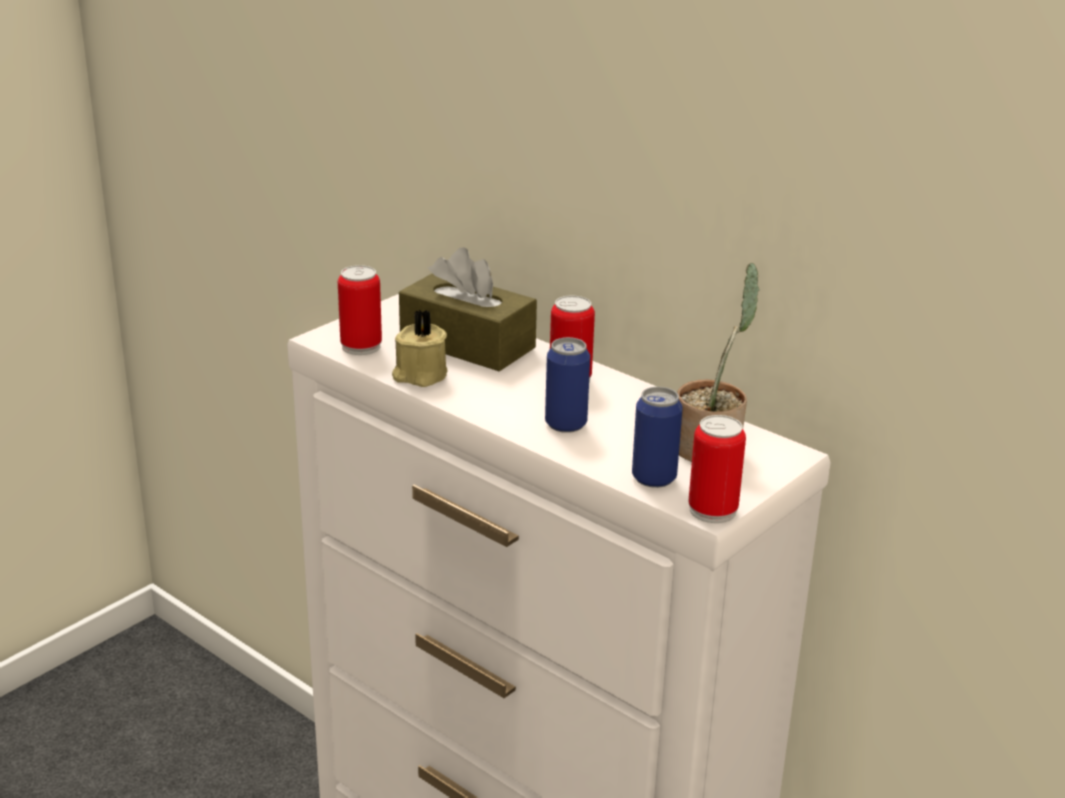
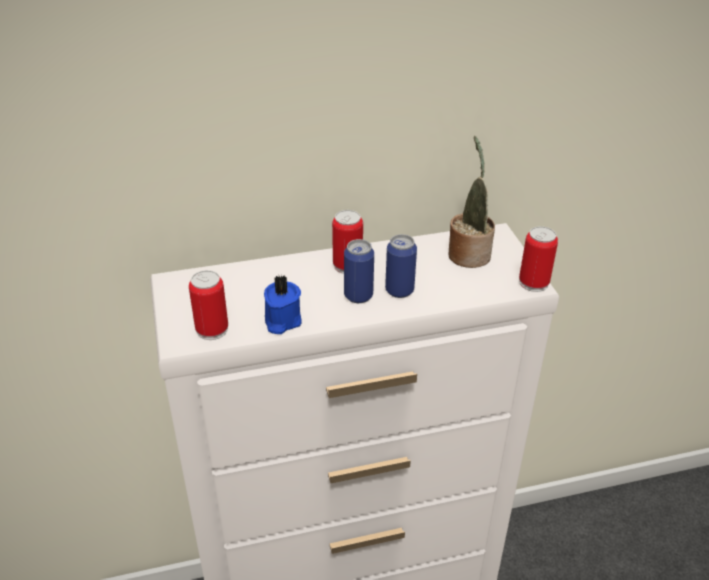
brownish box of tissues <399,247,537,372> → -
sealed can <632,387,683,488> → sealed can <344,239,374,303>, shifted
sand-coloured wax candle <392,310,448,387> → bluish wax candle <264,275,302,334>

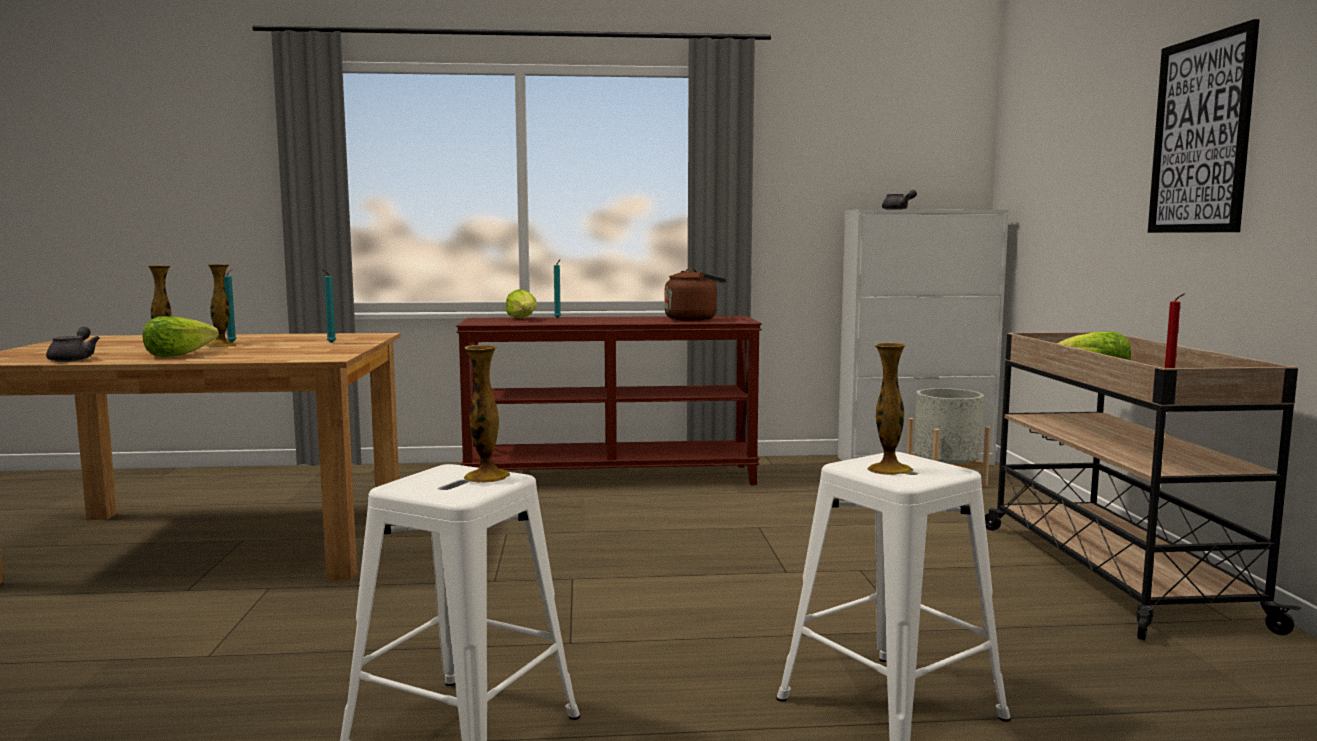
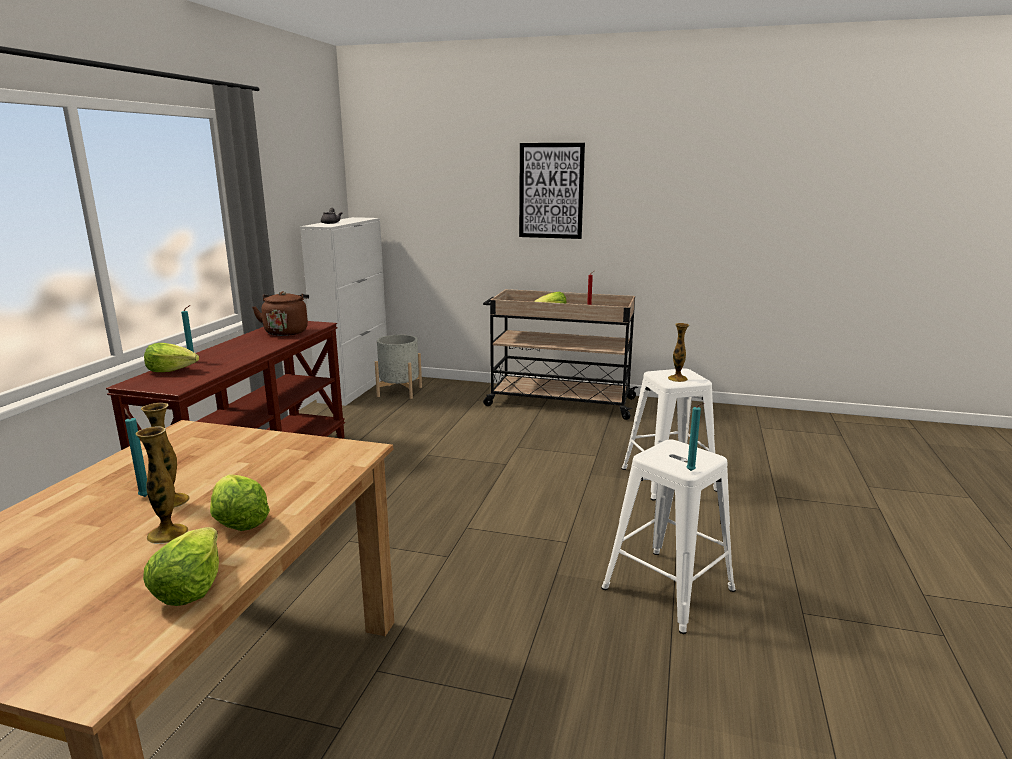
vase <464,345,510,483> → -
turquoise wax candle <322,269,336,343> → turquoise wax candle <686,403,705,471>, shifted
gray teapot <46,327,100,362> → head of lettuce <143,527,219,606>

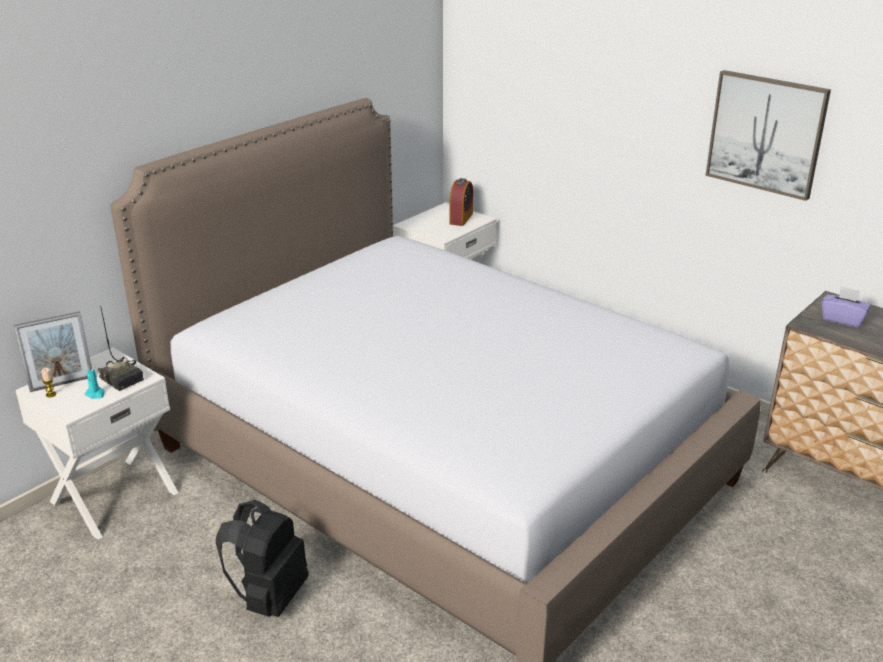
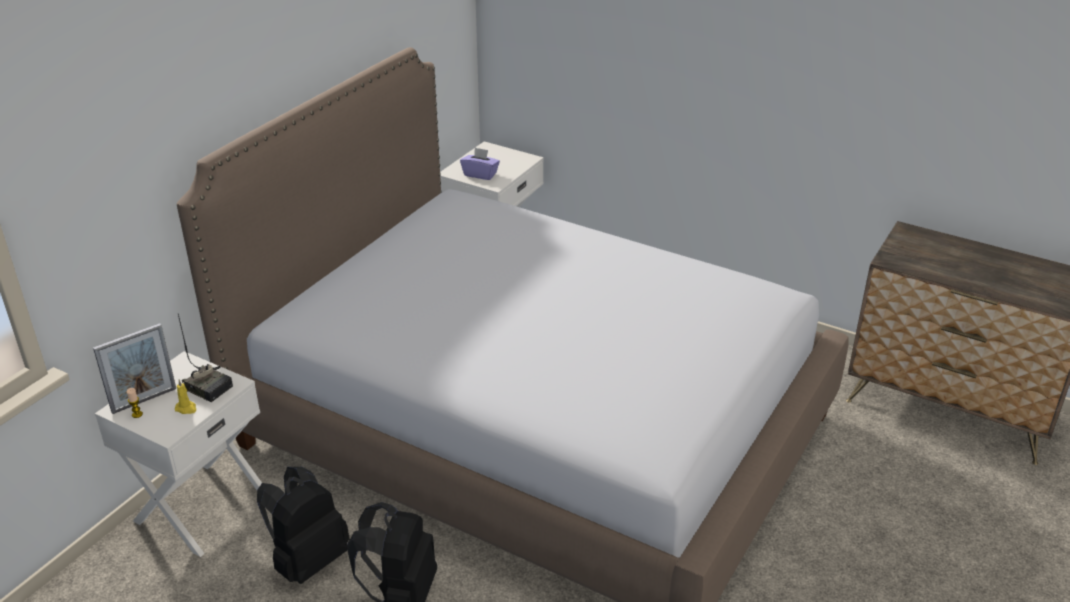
table clock <449,178,473,226> → -
picture <706,70,831,201> → -
- → black knapsack <257,467,350,584>
purple-coloured box of tissues <822,286,871,328> → purple-coloured box of tissues <460,148,500,180>, shifted
turquoise wax candle <85,365,105,399> → yellow wax candle <175,380,196,414>

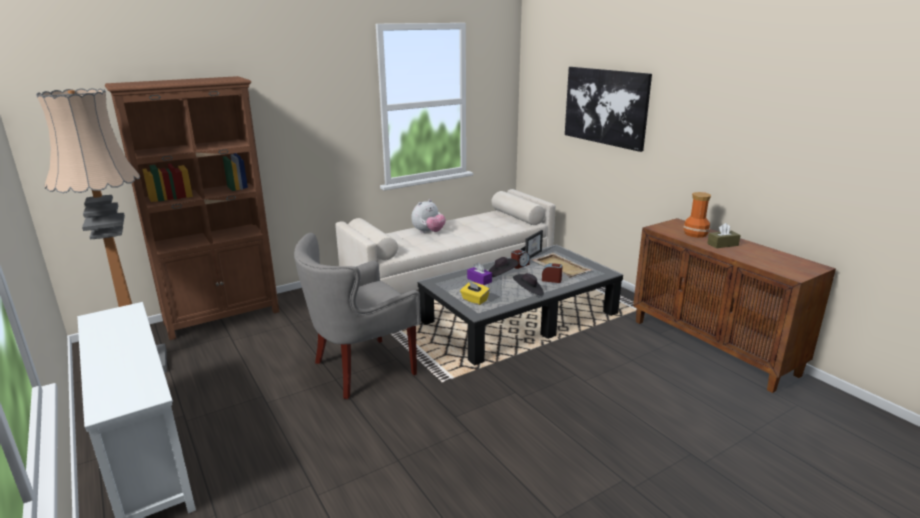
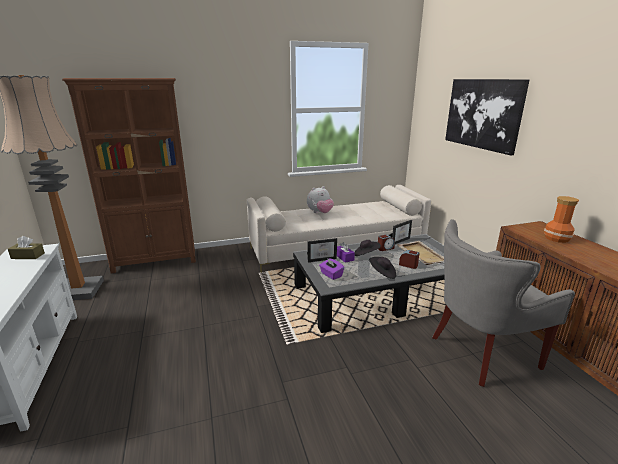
- → picture frame <307,238,337,262>
gray armchair <294,233,421,399> → gray armchair <432,219,575,387>, shifted
brownish box of tissues <707,223,741,248> → brownish box of tissues <8,236,45,259>, shifted
yellow box of tissues <460,282,490,305> → purple-coloured box of tissues <319,258,344,280>

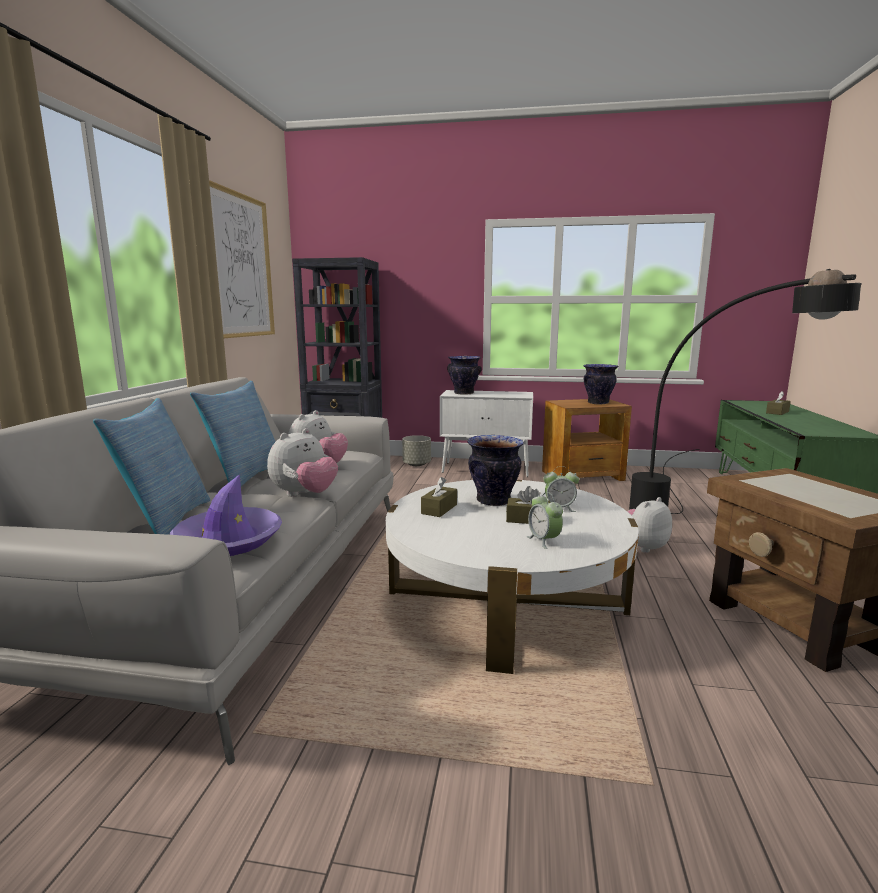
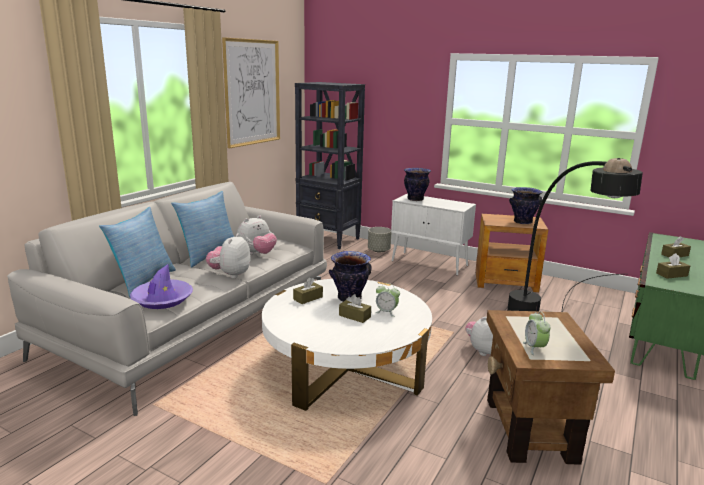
- → brownish box of tissues <656,253,690,279>
table clock <527,492,563,549> → table clock <523,312,551,355>, shifted
plush toy <267,428,338,497> → plush toy <206,233,251,278>, 135 degrees clockwise

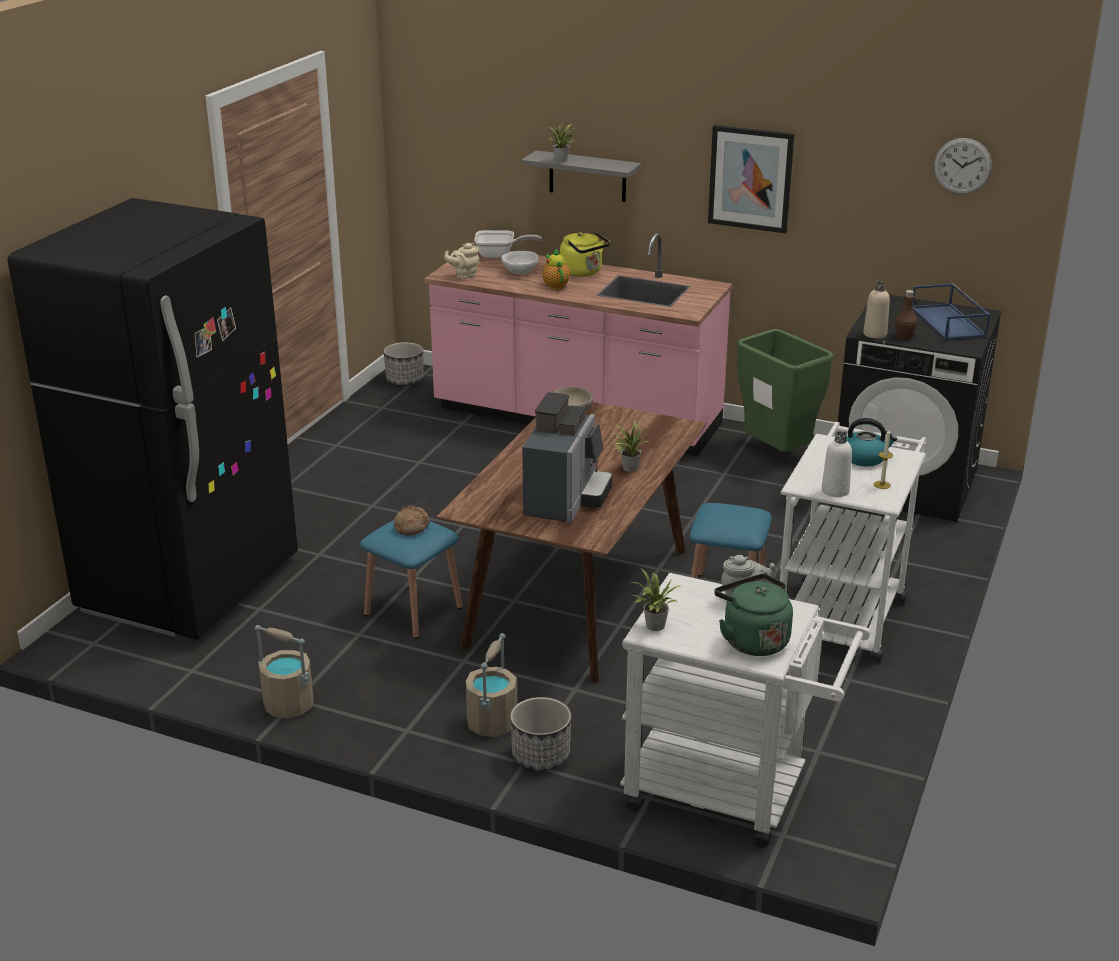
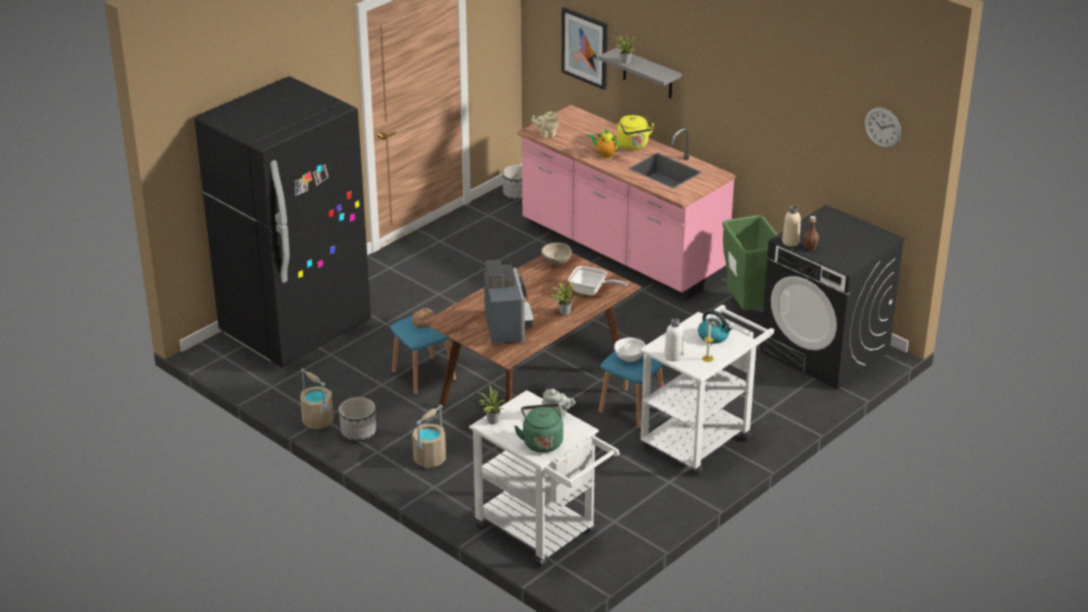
bluish carrying tray <912,283,990,340> → -
pan <474,230,542,258> → pan <568,266,627,296>, shifted
white-coloured serving bowl <501,251,538,275> → white-coloured serving bowl <614,338,646,362>, shifted
planter <510,697,571,771> → planter <339,397,376,441>, shifted
picture <708,125,794,233> → picture <561,7,608,90>, shifted
coffee machine <522,392,612,523> → coffee machine <484,260,534,344>, 45 degrees counterclockwise
teapot <542,249,570,290> → teapot <587,128,620,158>, 60 degrees counterclockwise

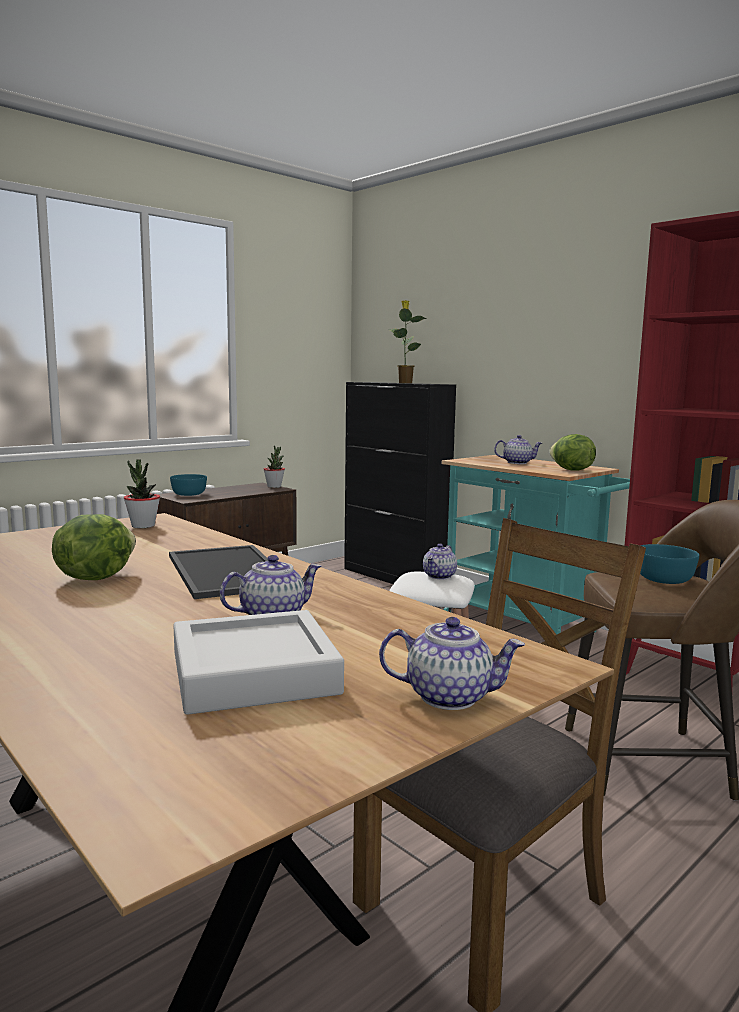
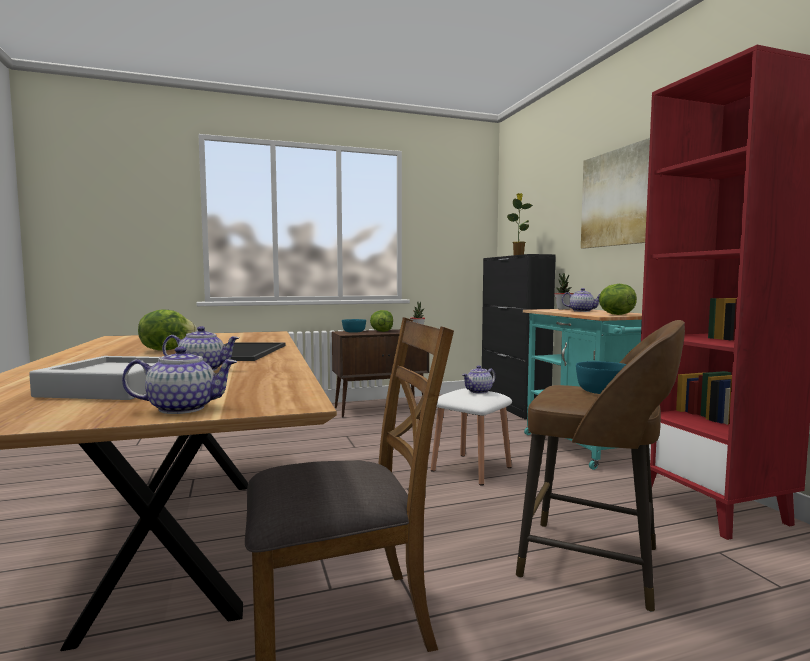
- → head of lettuce <370,310,393,332>
- → picture <581,138,650,248>
houseplant <124,459,160,528> → houseplant <554,273,574,310>, shifted
teapot <379,617,525,710> → teapot <122,346,237,414>, 45 degrees counterclockwise

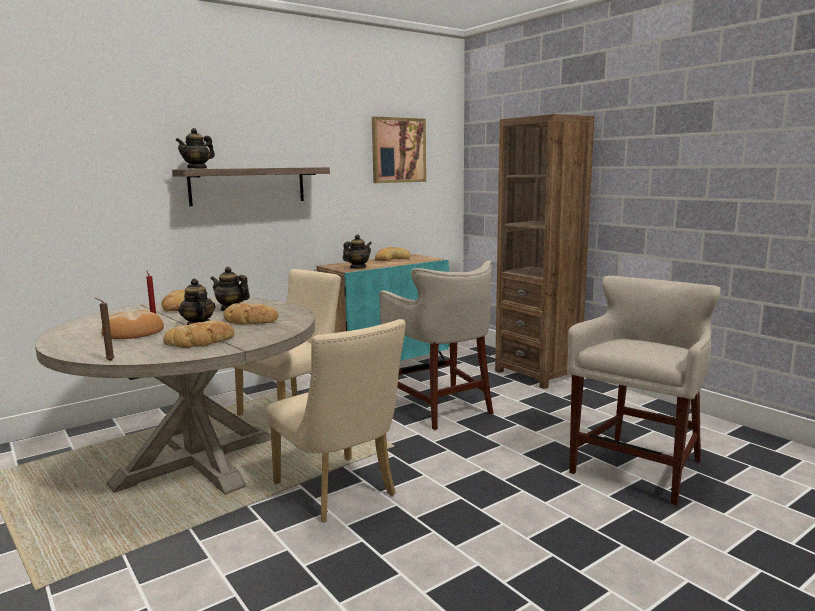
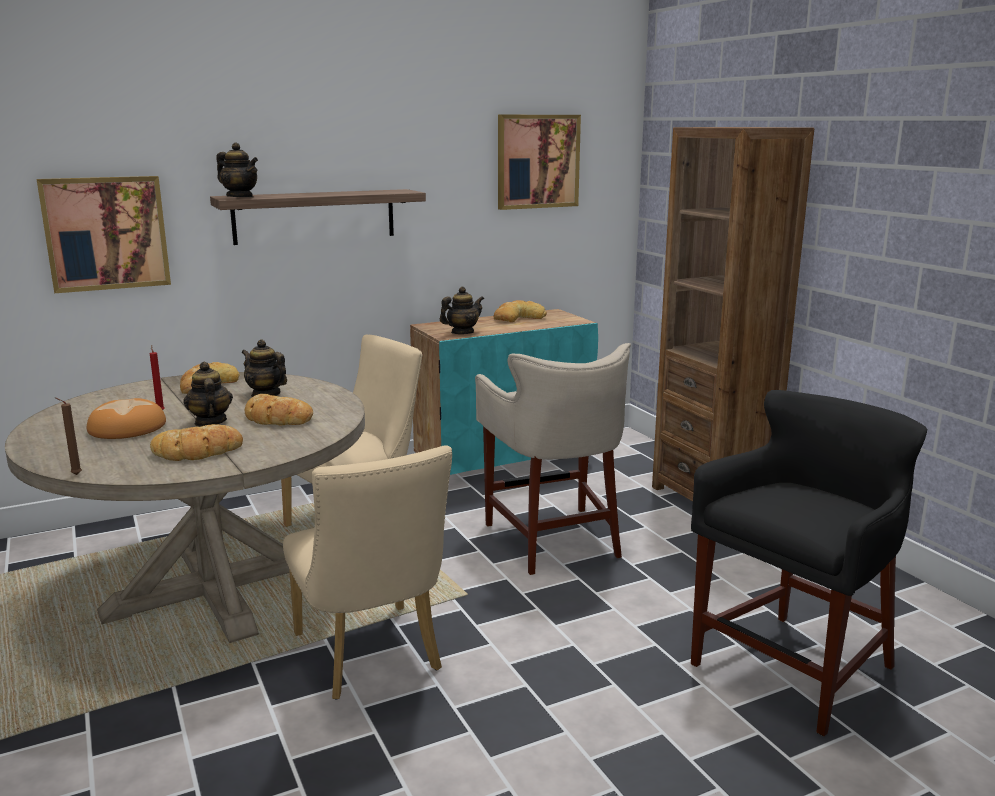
- → picture <37,176,171,293>
sand-coloured sitting stool <567,276,721,506> → black sitting stool <691,390,927,737>
teapot <176,128,215,169> → teapot <216,143,258,197>, 105 degrees counterclockwise

